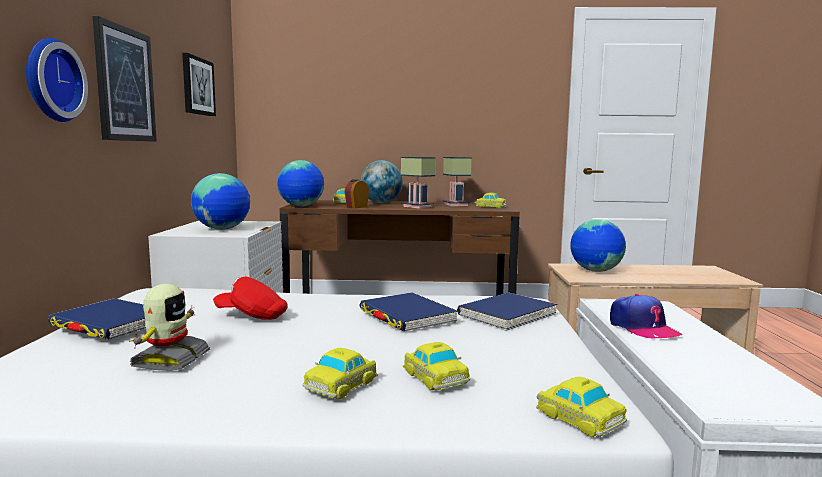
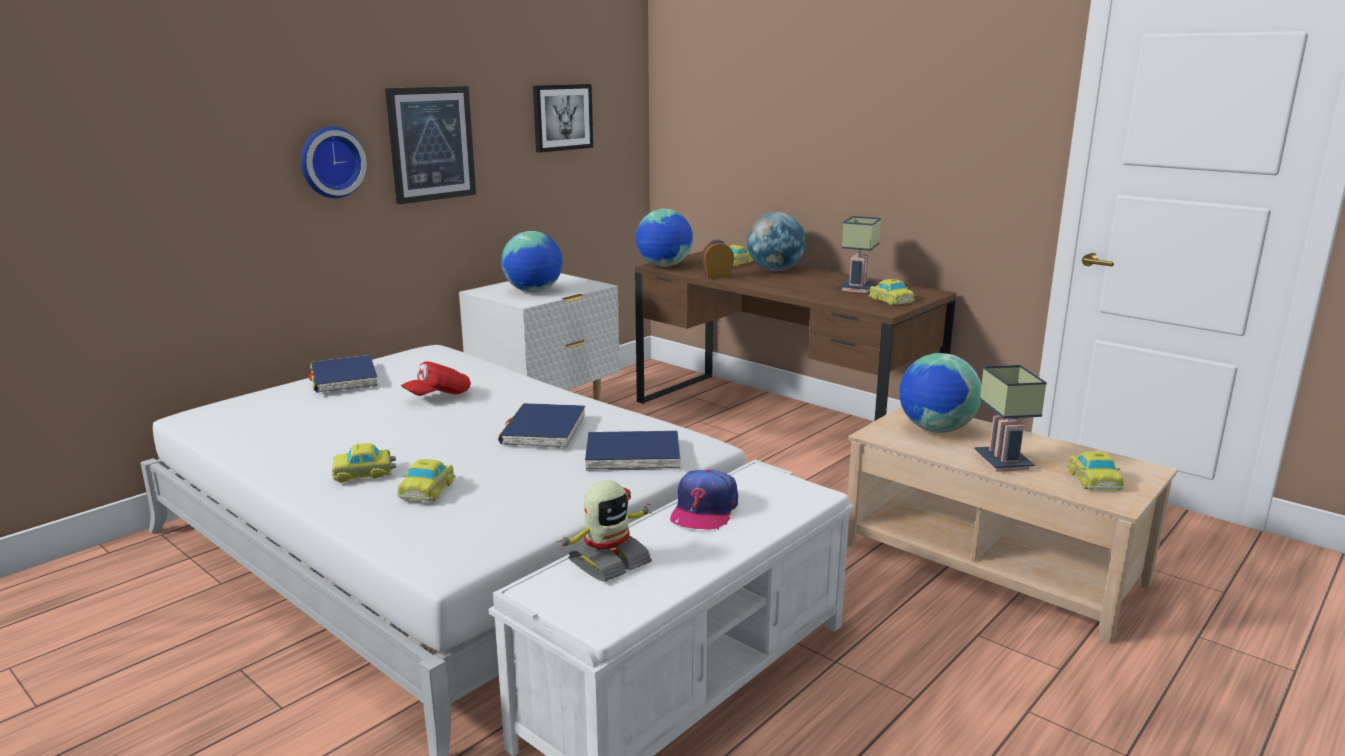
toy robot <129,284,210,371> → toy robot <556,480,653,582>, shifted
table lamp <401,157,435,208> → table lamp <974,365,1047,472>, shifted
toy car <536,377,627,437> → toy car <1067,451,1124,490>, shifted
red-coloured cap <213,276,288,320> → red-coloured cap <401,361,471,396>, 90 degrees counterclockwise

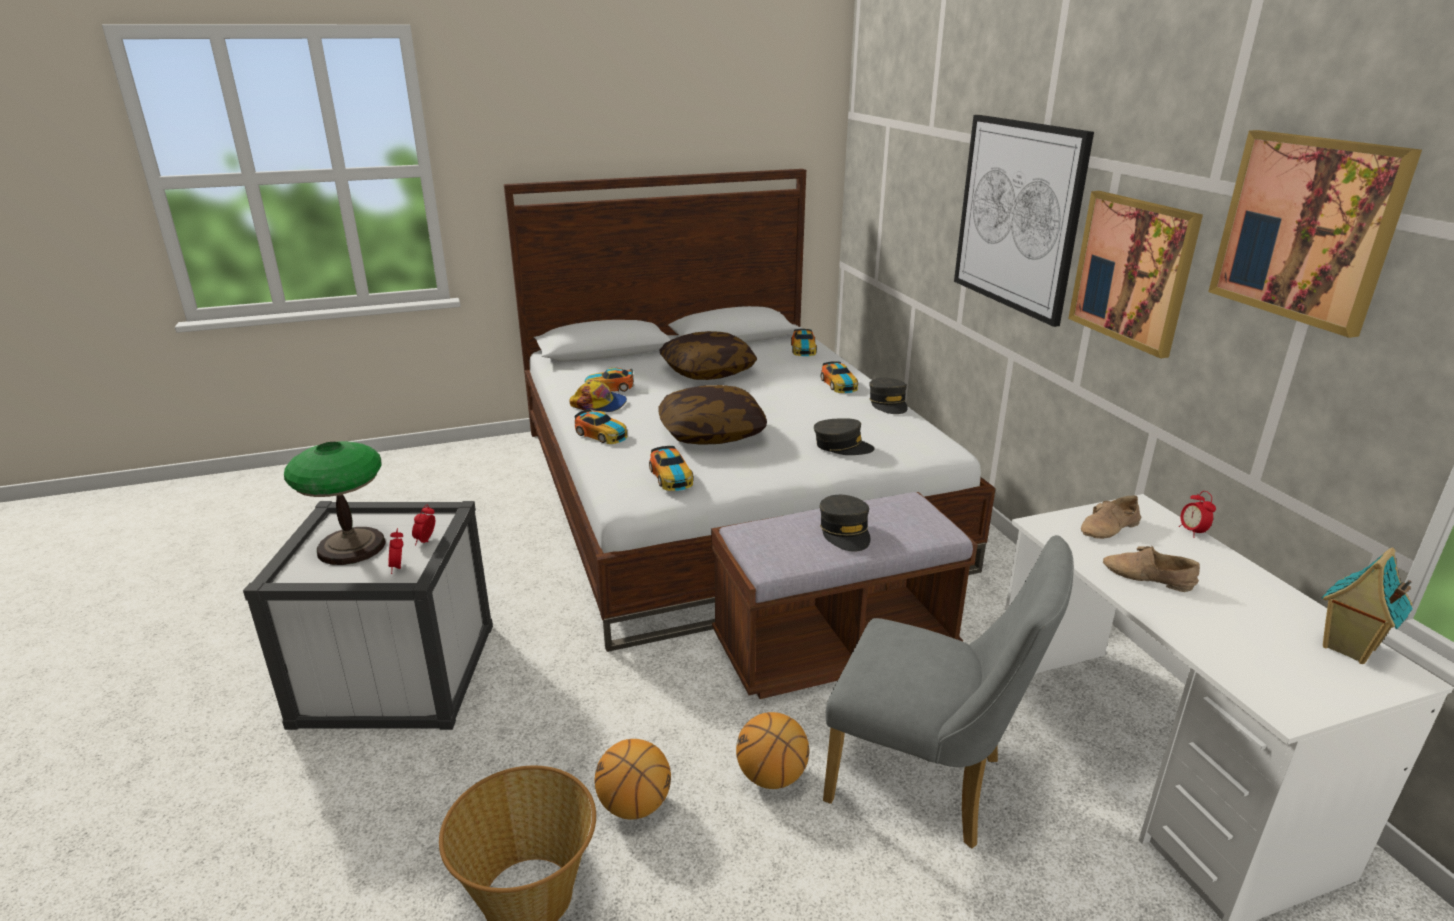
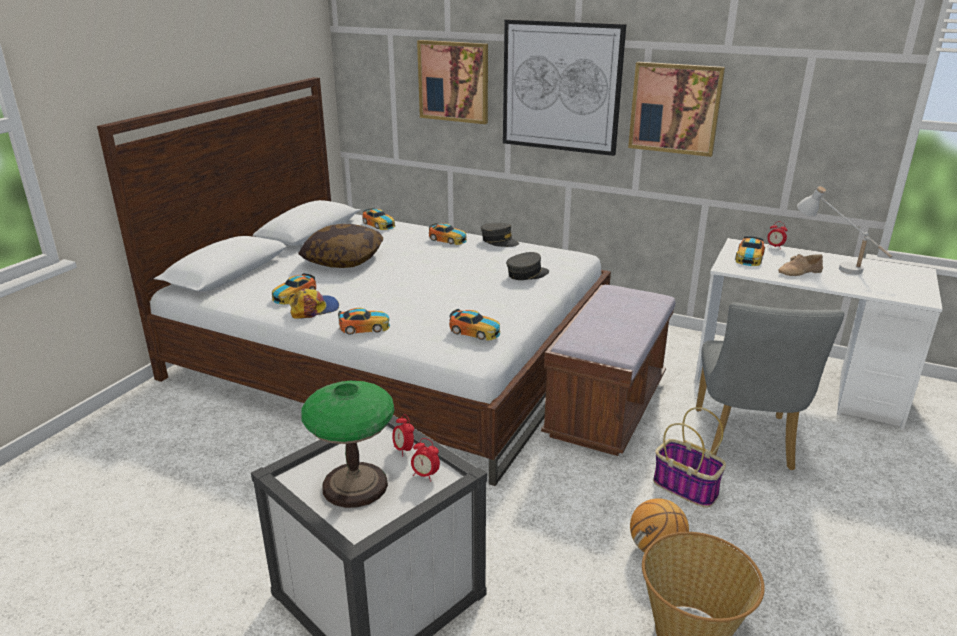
pillow <659,385,767,445> → -
gray cap <820,495,870,552> → -
miniature house <1322,548,1413,664> → -
- → white-coloured table lamp <797,186,892,275>
picture <1208,130,1422,338> → picture <417,40,488,124>, shifted
basketball <736,712,809,789> → basket <653,407,726,508>
sand-coloured shoe <1081,496,1141,539> → toy car <735,236,765,266>
gray chair <823,535,1074,849> → gray chair <696,302,844,470>, 120 degrees clockwise

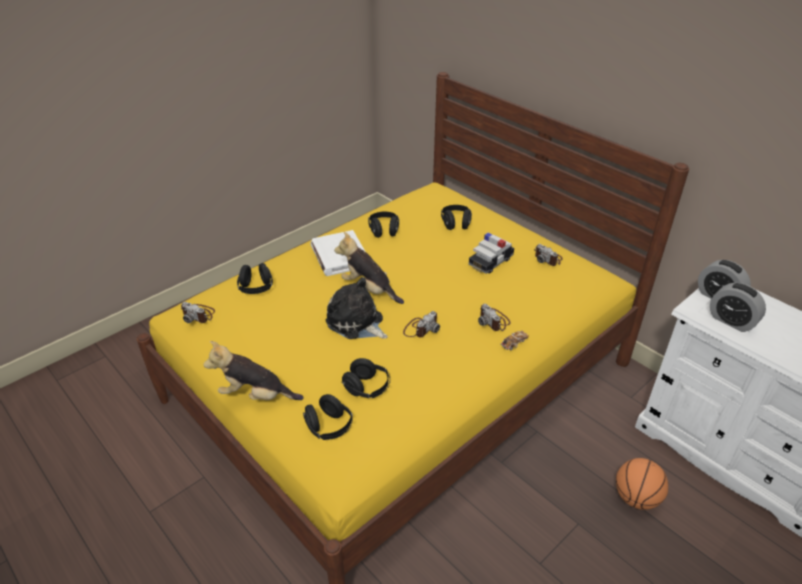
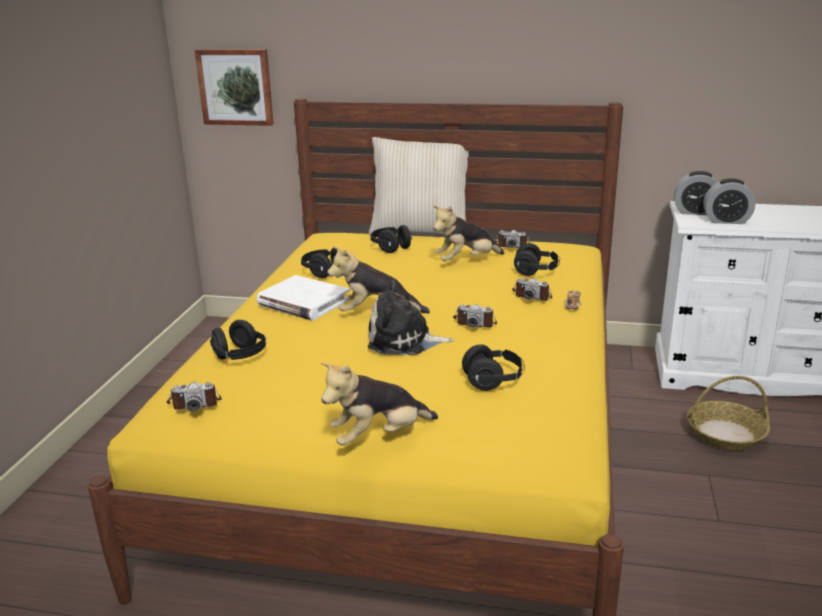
- → picture <195,49,274,126>
- → sand-coloured pillow <369,137,469,235>
black headphones <303,394,353,440> → black headphones <514,243,560,276>, shifted
toy car <469,233,514,274> → plush toy <433,205,505,261>
basketball <616,458,668,510> → basket <687,376,770,451>
still camera <403,311,440,338> → still camera <453,304,497,328>, 105 degrees clockwise

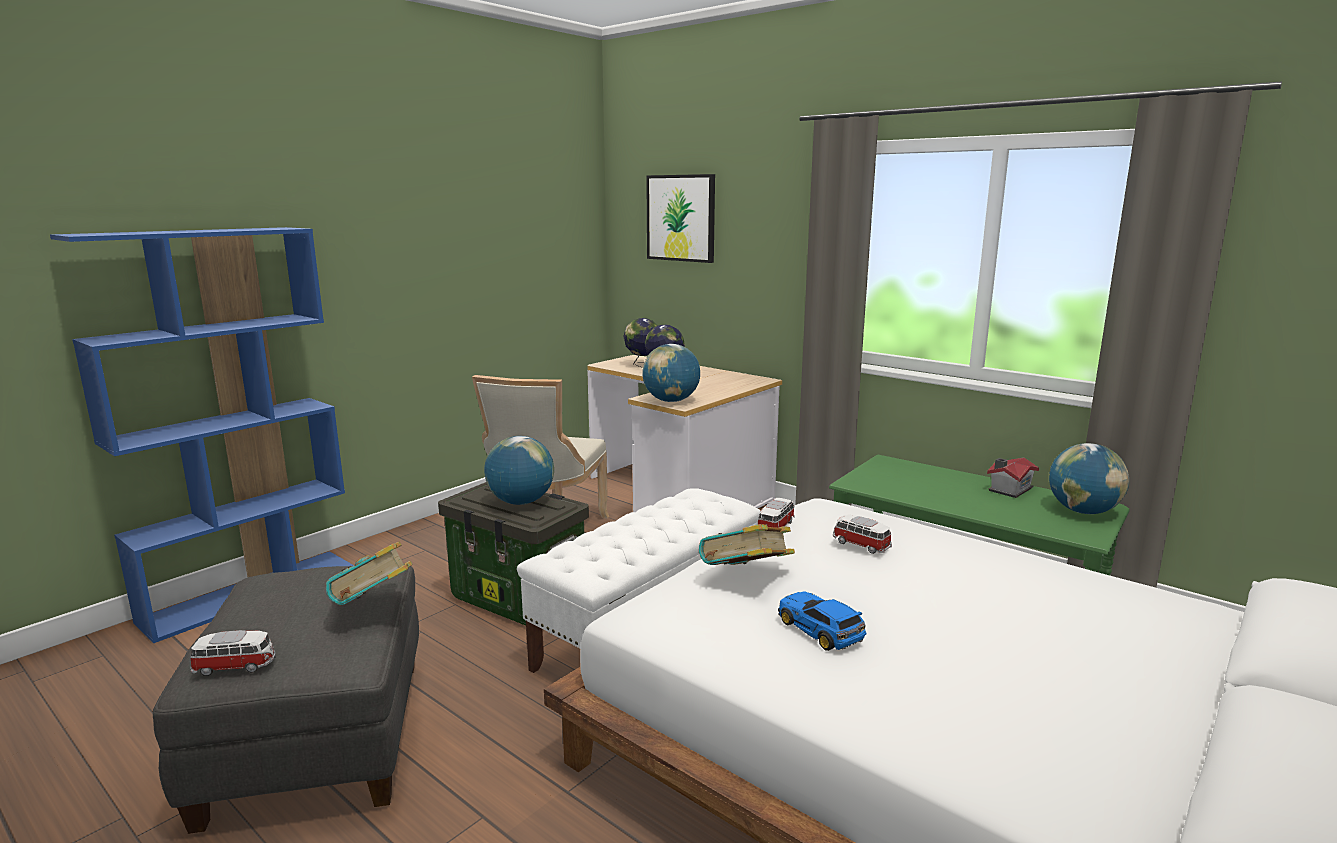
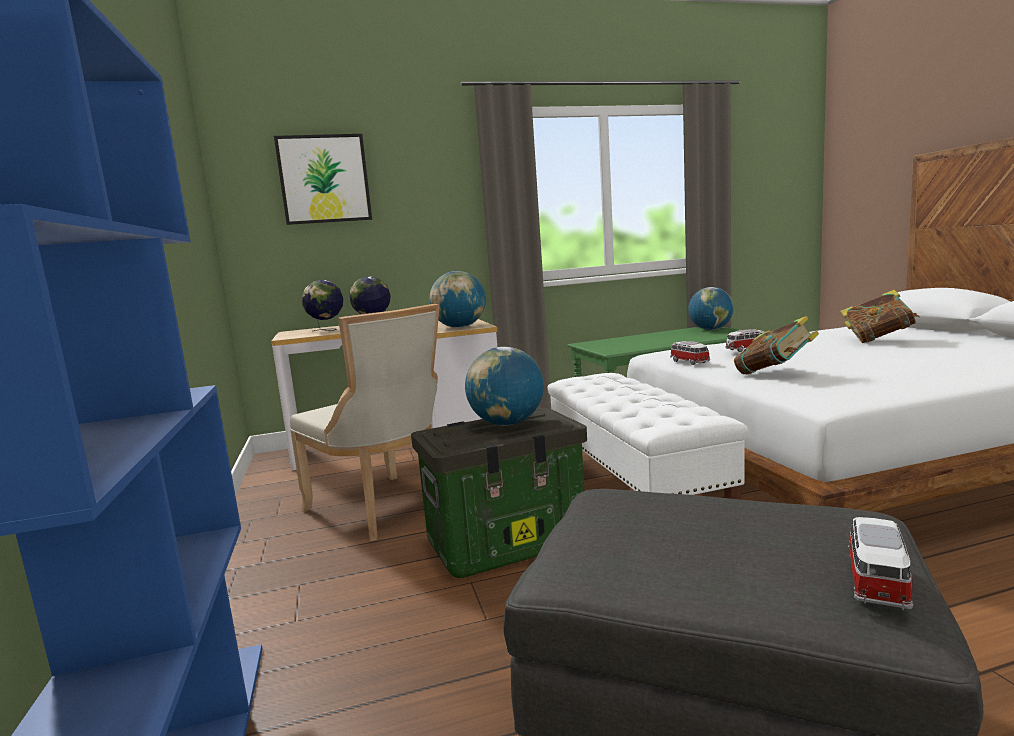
toy car <778,591,867,651> → -
miniature house <987,457,1039,498> → -
volume <326,542,412,605> → volume <840,290,920,343>, shifted

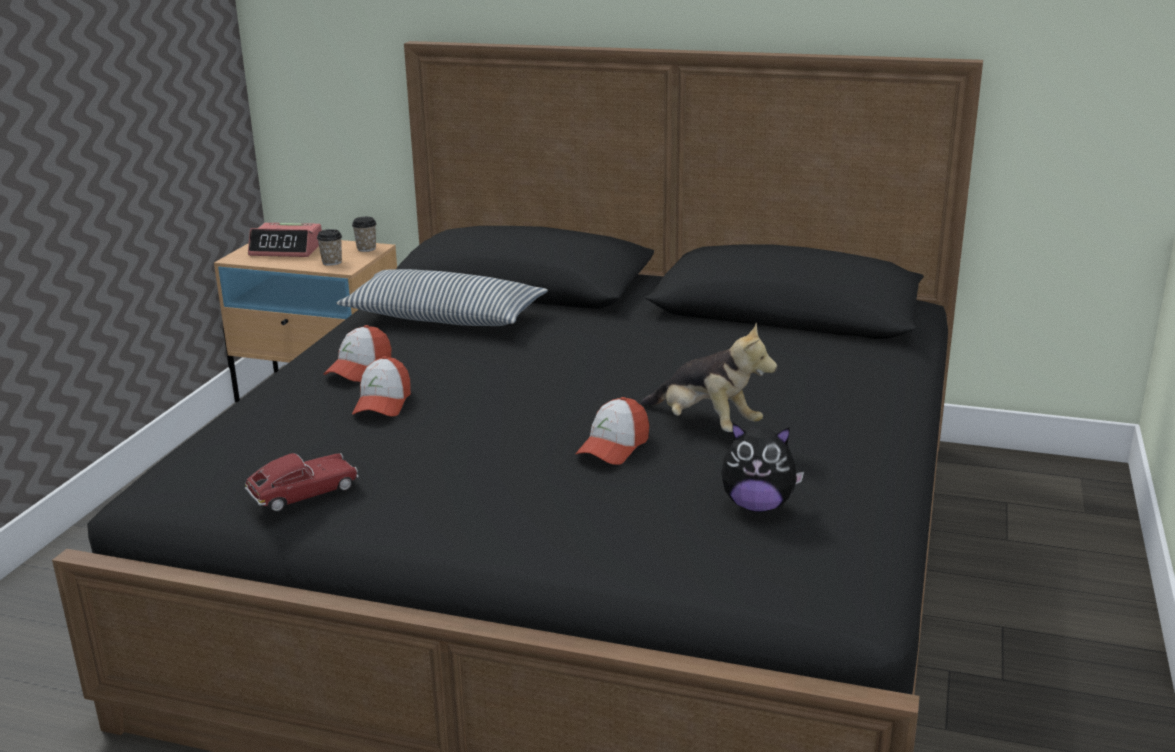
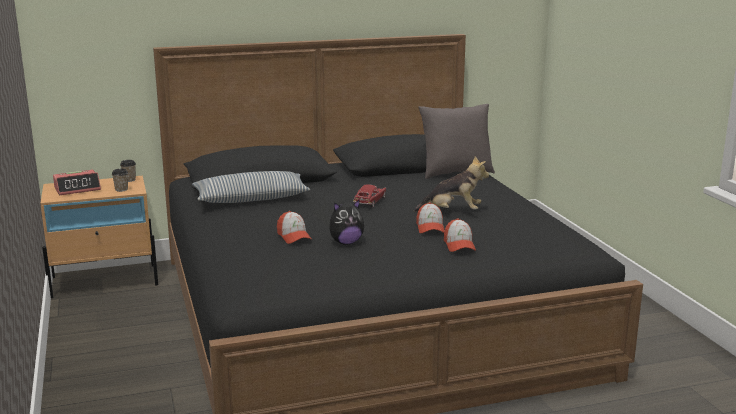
- → gray pillow <418,104,495,179>
toy car <245,453,358,512> → toy car <353,184,386,207>, shifted
cap <323,325,391,382> → cap <444,218,476,252>, shifted
plush toy <721,422,805,512> → plush toy <329,199,364,245>, shifted

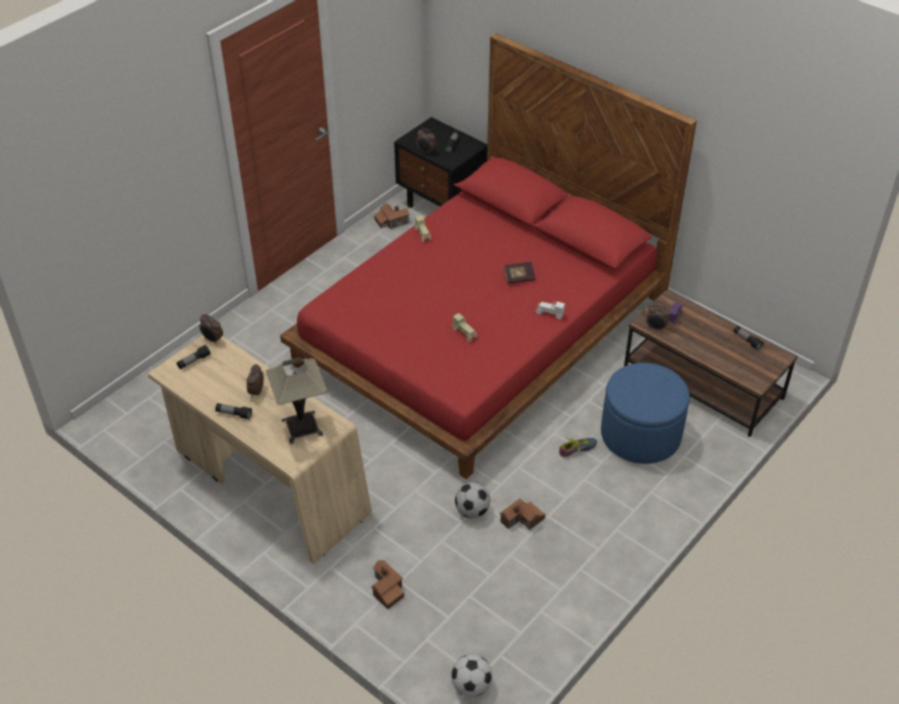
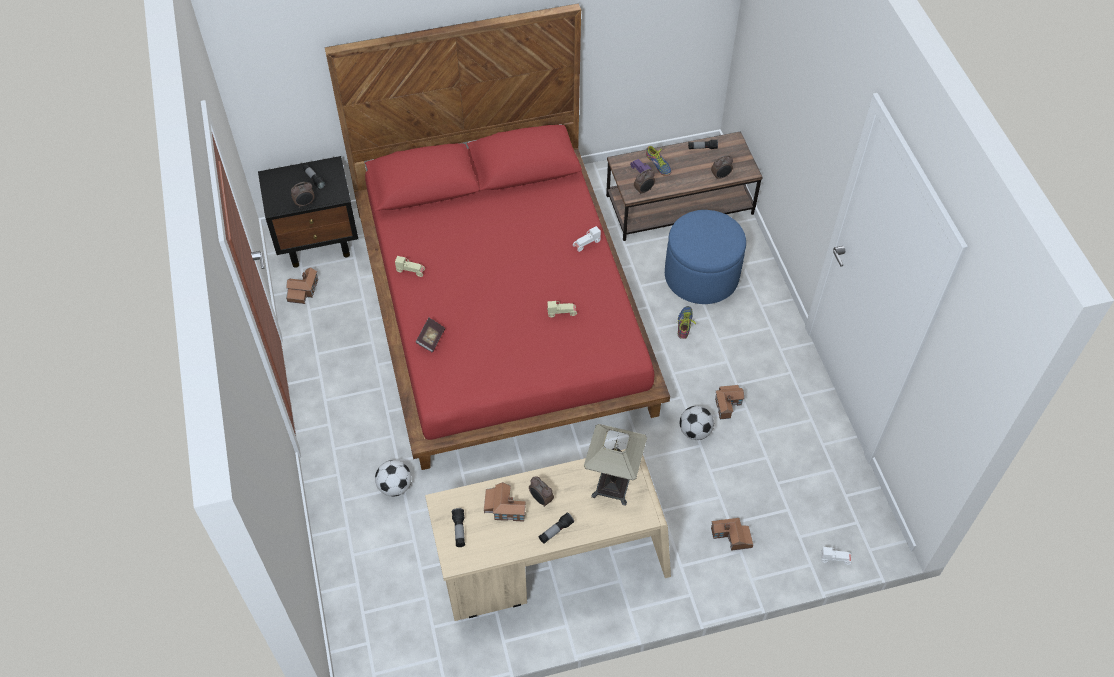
- → miniature house <484,482,526,522>
- → shoe <646,146,671,176>
- → white-coloured toy car <821,547,852,565>
table clock <199,314,223,344> → table clock <711,155,733,180>, shifted
football <451,654,492,697> → football <375,460,411,496>, shifted
volume <503,262,536,284> → volume <415,318,445,353>, shifted

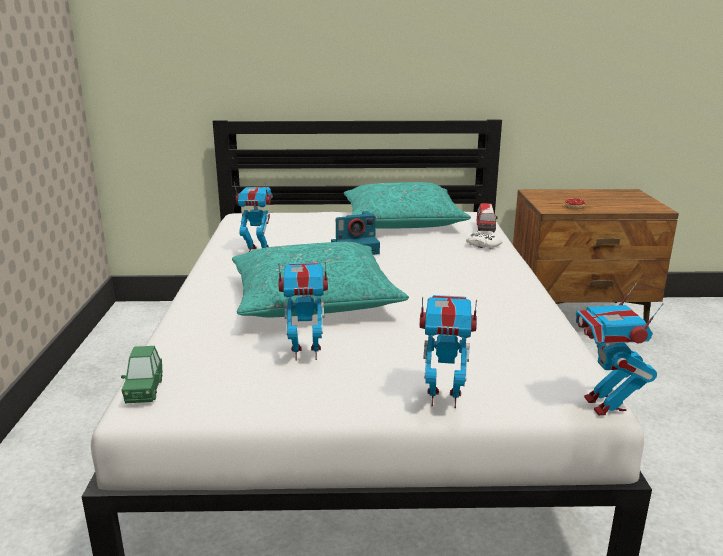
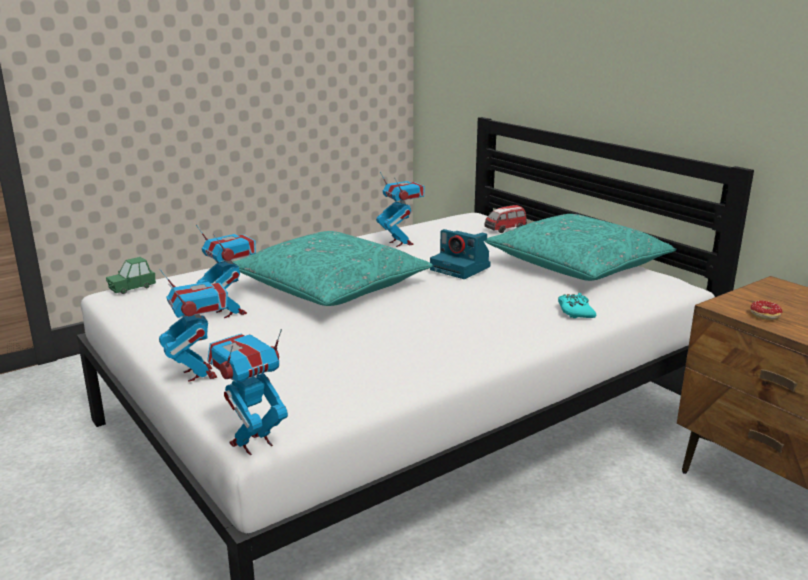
toy car <477,203,498,233> → toy car <484,205,527,233>, shifted
white-coloured gamepad <466,231,502,249> → turquoise gamepad <558,293,596,318>

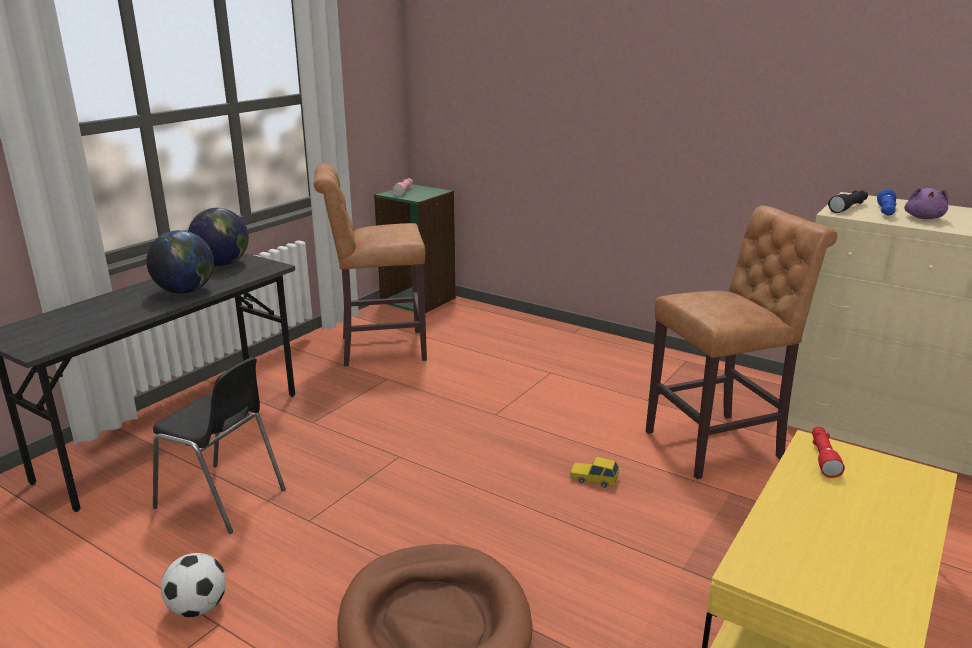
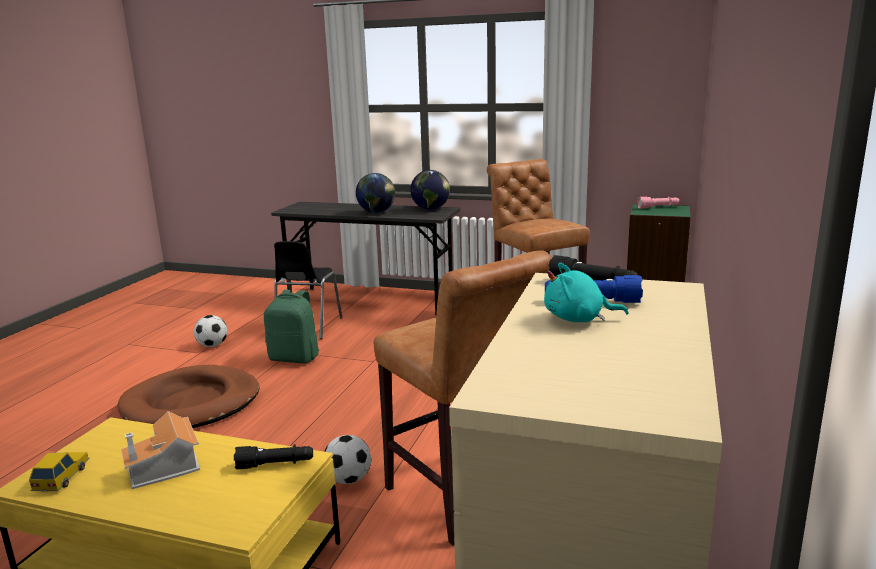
- → miniature house <121,411,200,489>
- → green-coloured knapsack <264,290,319,364>
- → football <324,435,371,484>
toy car <570,456,619,488> → toy car <29,452,89,492>, shifted
red-coloured torch <812,426,845,478> → black torch <234,444,313,469>
purple-coloured plush toy <904,187,949,219> → turquoise plush toy <544,263,628,322>

